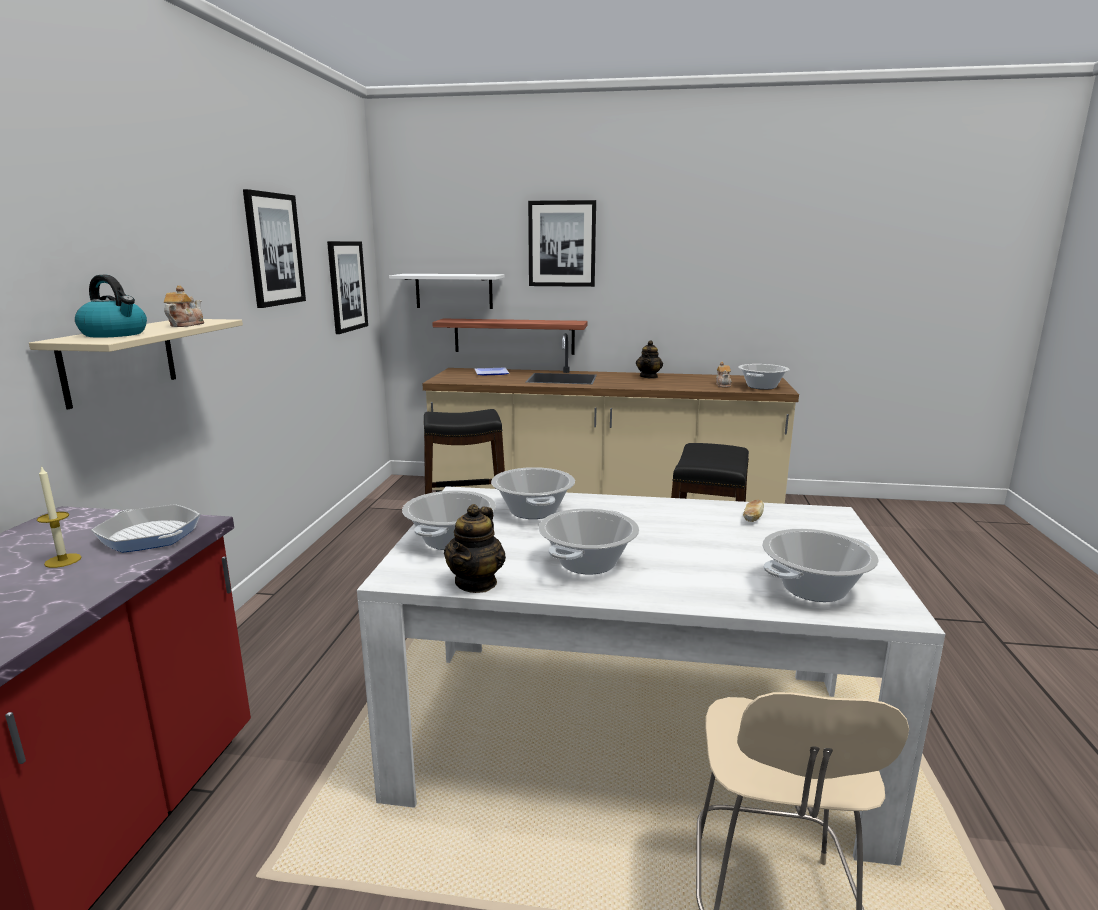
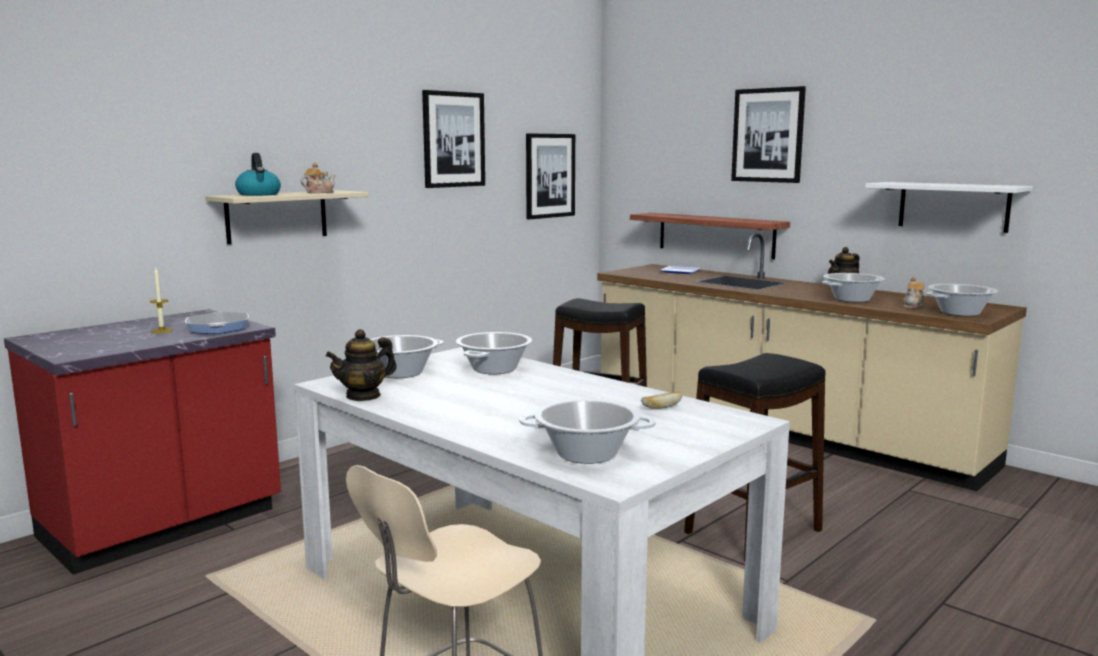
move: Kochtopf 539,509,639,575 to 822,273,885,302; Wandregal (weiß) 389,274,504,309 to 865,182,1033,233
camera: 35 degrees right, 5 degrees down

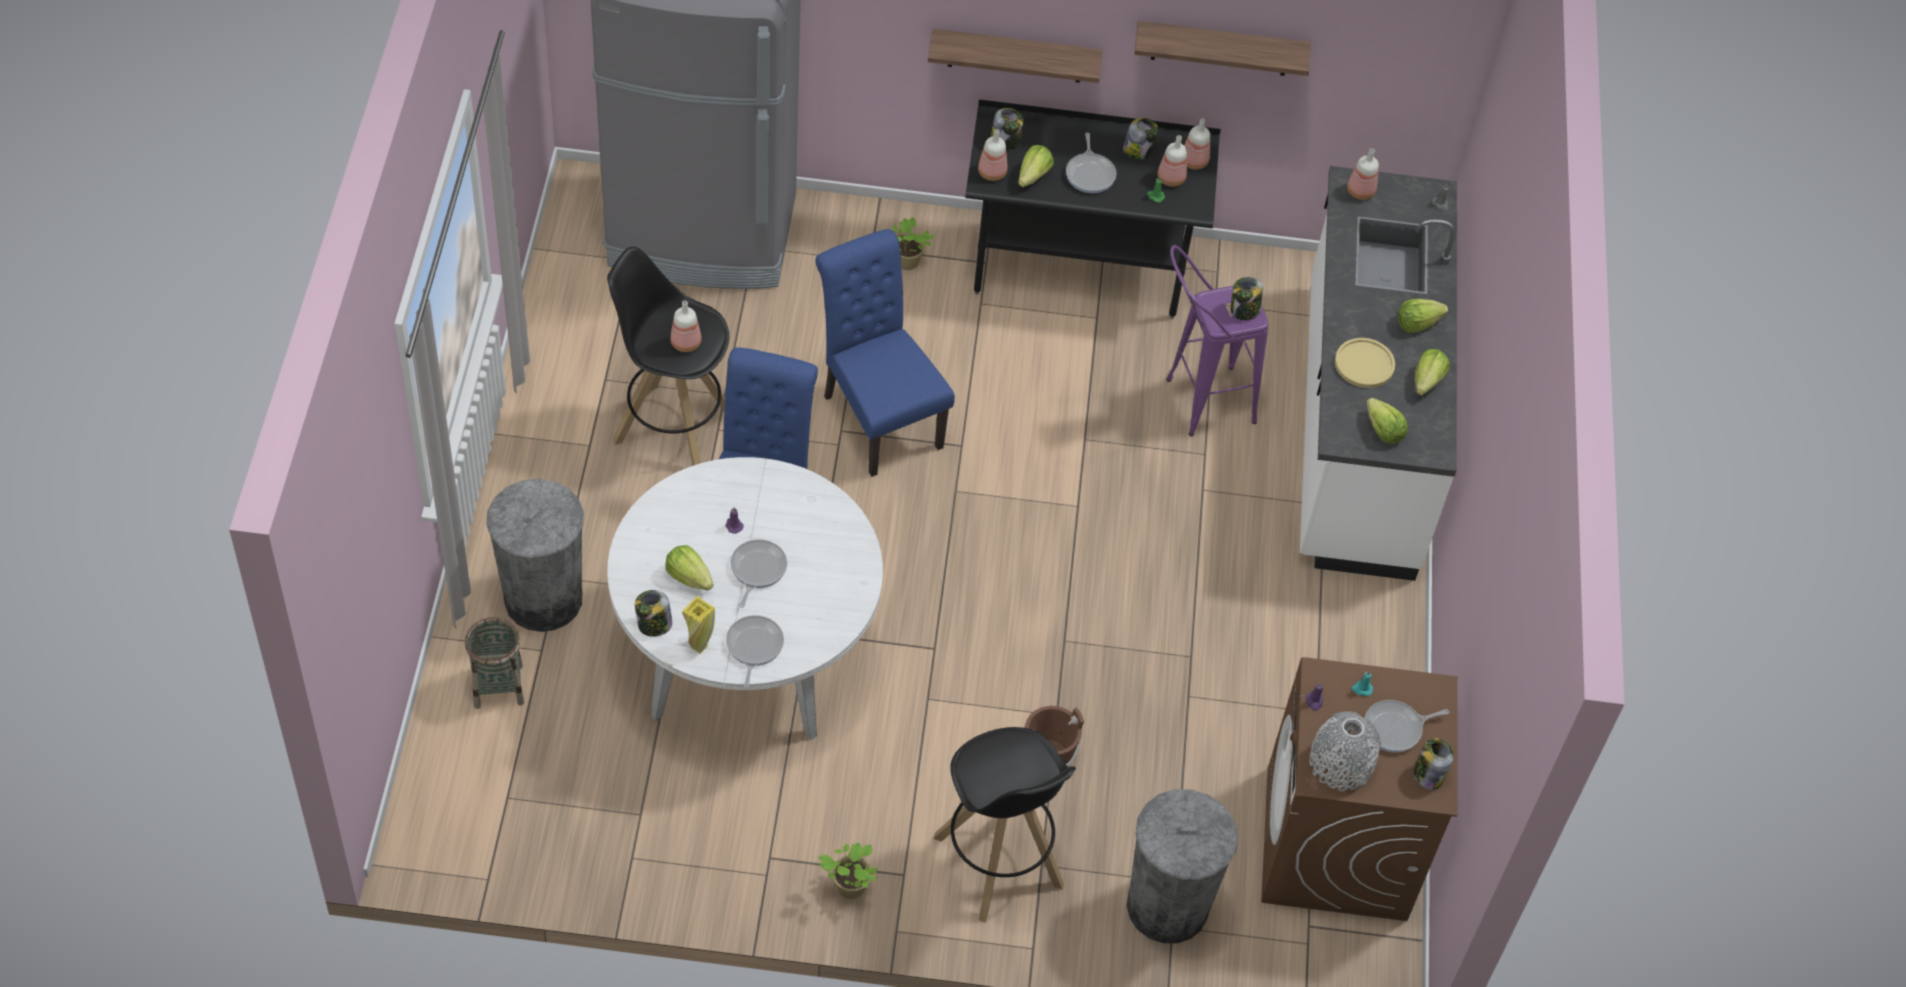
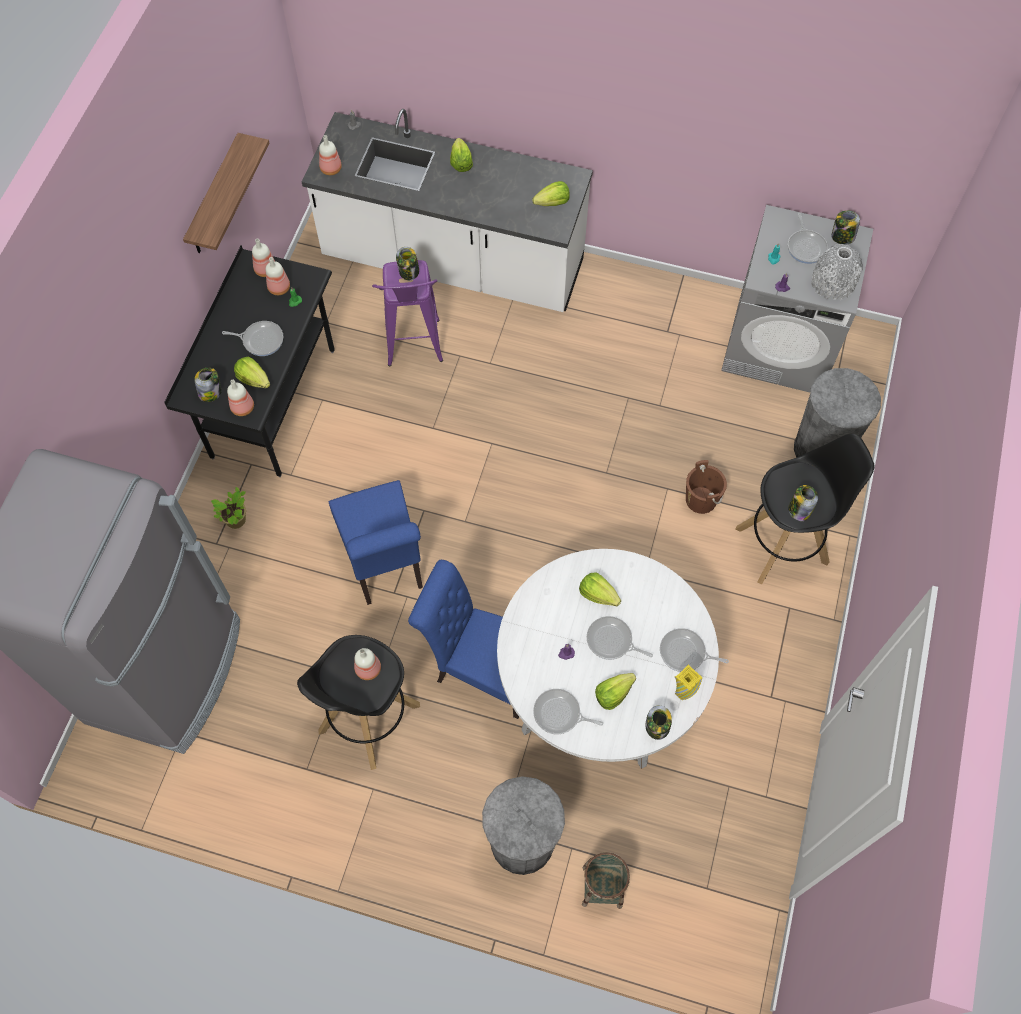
delete: Topfpflanze 818,842,877,899; Wandregal 928,29,1103,83; Teller (gelb) 1335,338,1395,388
insert: Pfanne 533,689,603,734
move: Salatkopf 1415,349,1450,395 to 579,572,621,606; Vorratsglas 1123,118,1158,160 to 788,485,818,521
recolor: Waschmaschine (braun) 1261,657,1458,921 to Waschmaschine (grau) 721,205,873,392
rotate: Stuhl (blau) 816,229,955,477 = 328,480,423,605 90 degrees counterclockwise
camera: 75 degrees left, 10 degrees up

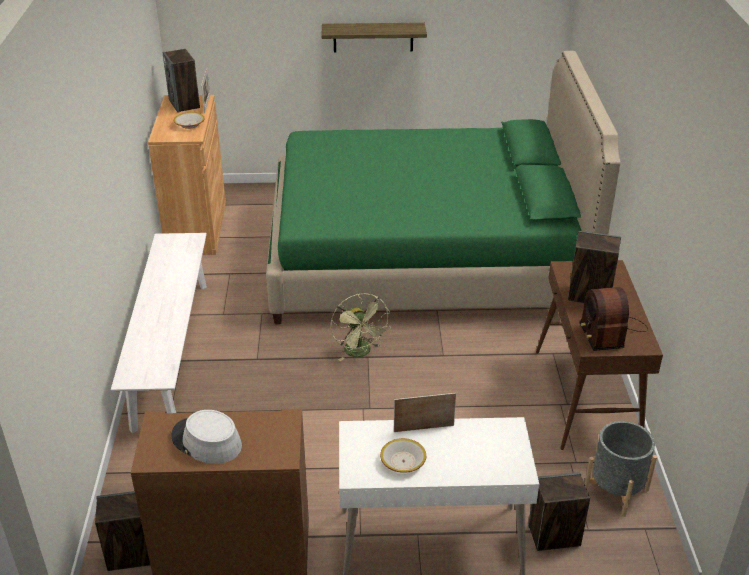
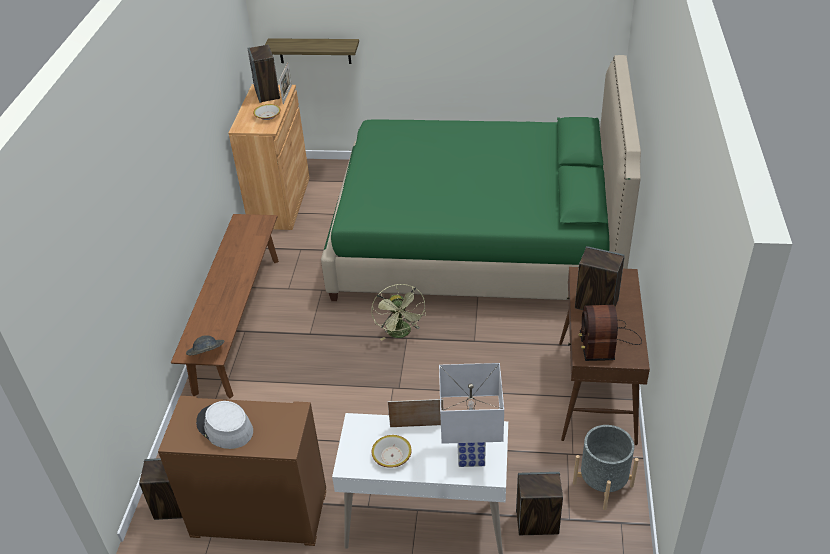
insert: Hut (grau) 186,335,224,355; Tischlampe (weiß) 439,363,504,467
move: Wandregal 321,23,427,52 to 265,38,359,64
recolor: Bank (weiß) 111,233,207,433 to Bank (braun) 171,214,279,398
camera: 10 degrees right, 5 degrees up

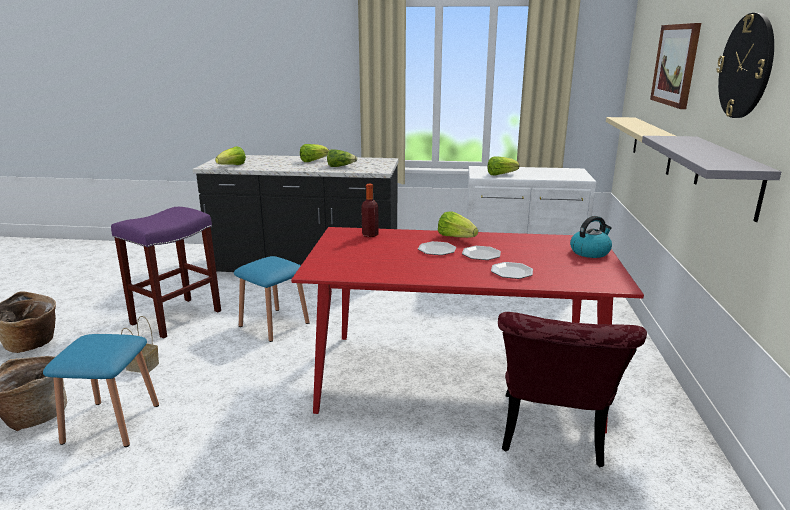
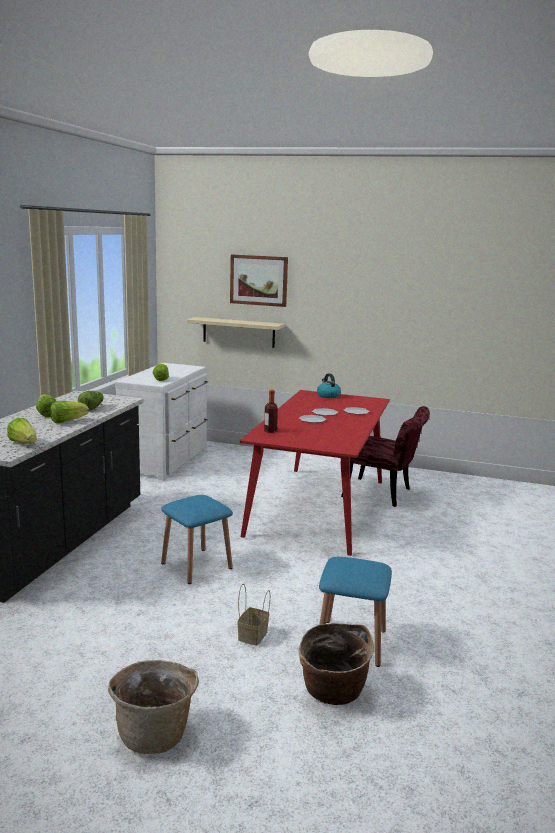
delete: Hocker (lila) 111,207,221,339; Wandregal (grau) 642,136,781,222; Wanduhr 717,13,774,118
move: Salatkopf 438,211,478,238 to 50,401,89,423
camera: 80 degrees left, 5 degrees down

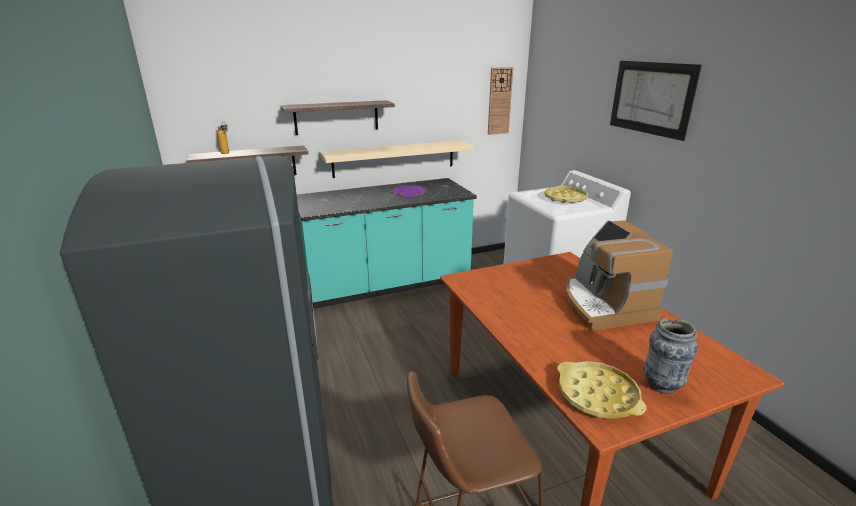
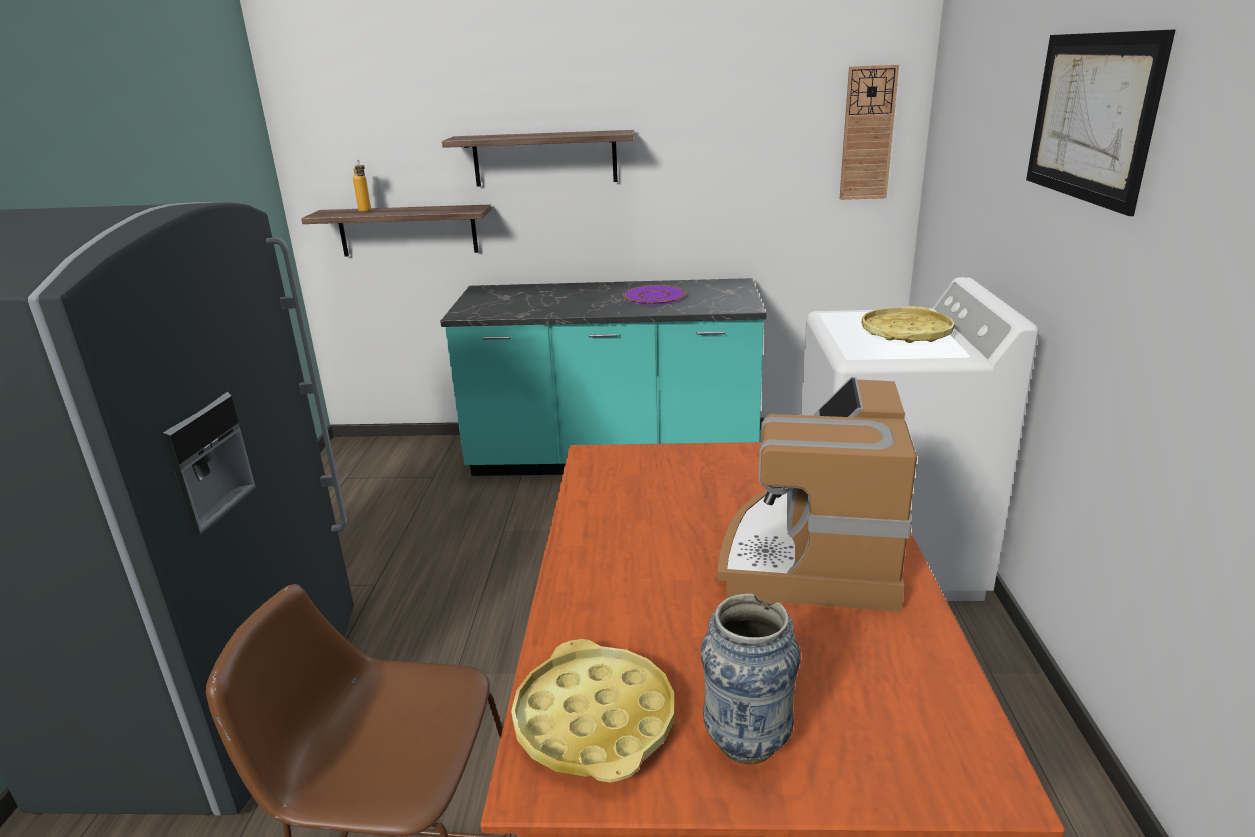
delete: Wandregal (beige) 320,140,473,178
camera: 25 degrees right, 0 degrees up

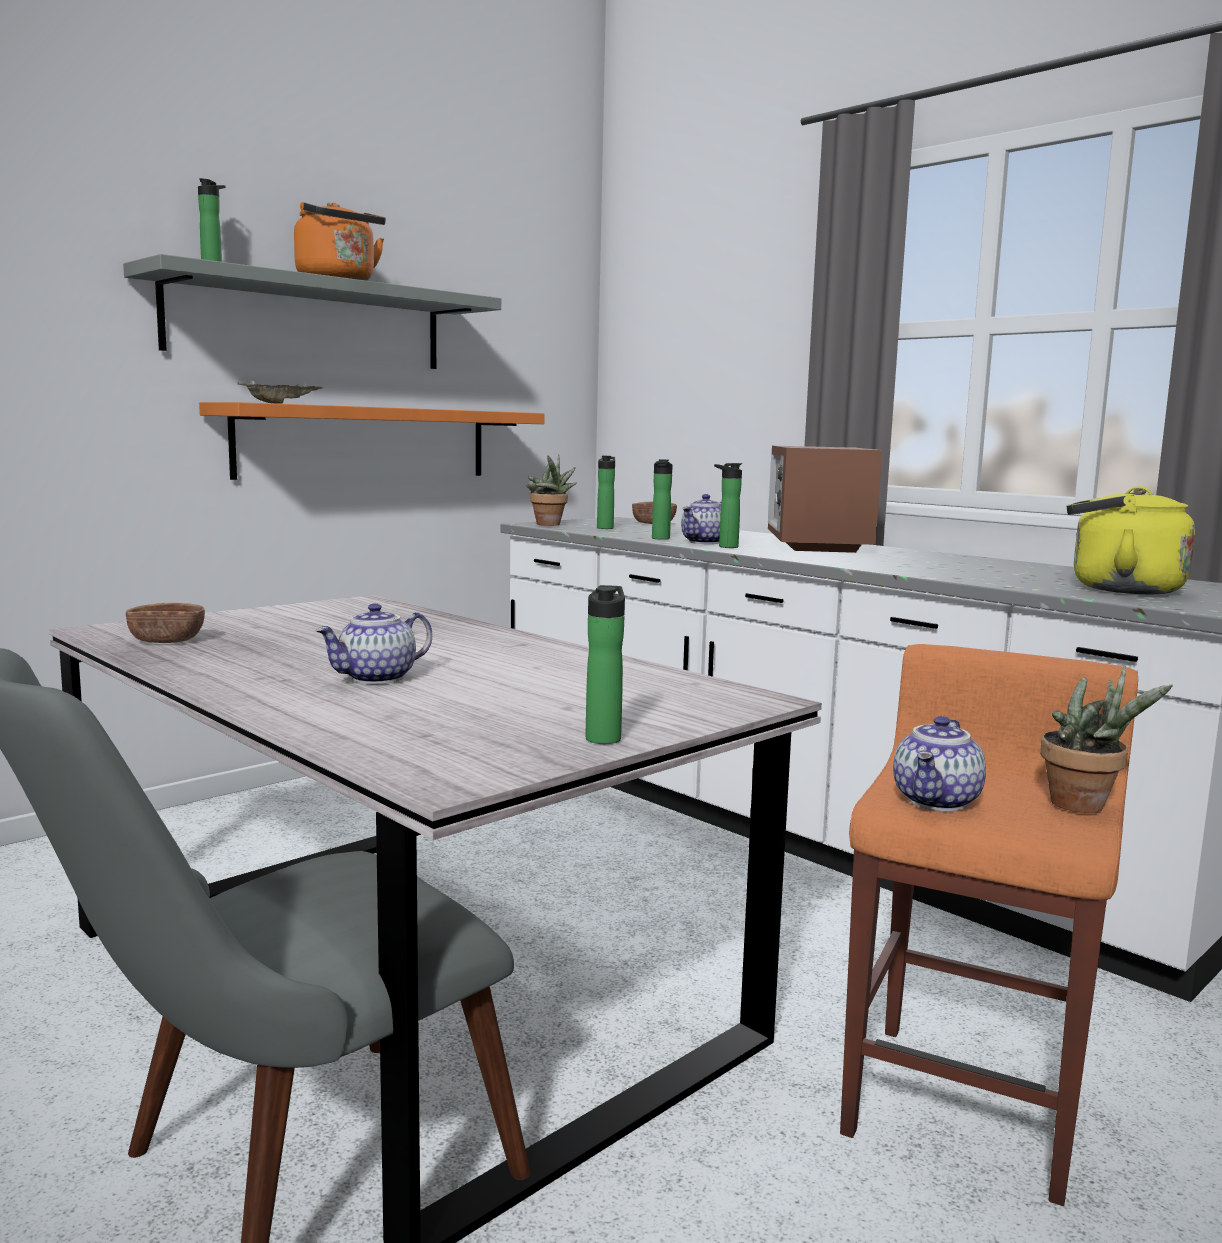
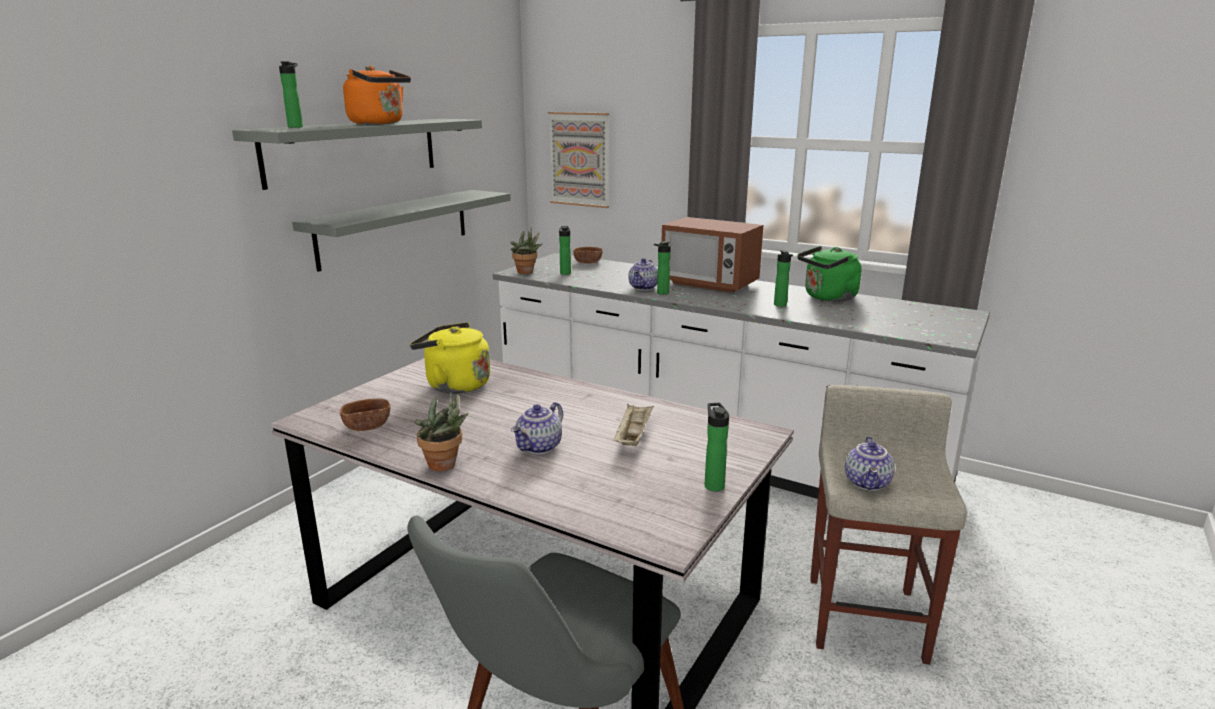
insert: Bild 548,112,609,208; Wasserkessel (grün) 797,246,862,302
move: Wasserkessel (gelb) 1067,486,1195,594 to 410,322,490,394; Topfpflanze 1040,665,1173,813 to 414,392,469,471; Tablett (beige) 237,380,323,404 to 614,404,654,446; Flasche 652,459,673,540 to 774,250,793,307
recolor: Wandregal (orange) 199,402,545,480 to Wandregal (grau) 292,190,511,272; Hocker (orange) 840,644,1138,1206 to Hocker (beige) 810,385,967,665
rotate: Mikrowelle 768,446,882,553 = 662,217,763,293 45 degrees counterclockwise
camera: 15 degrees left, 10 degrees up

